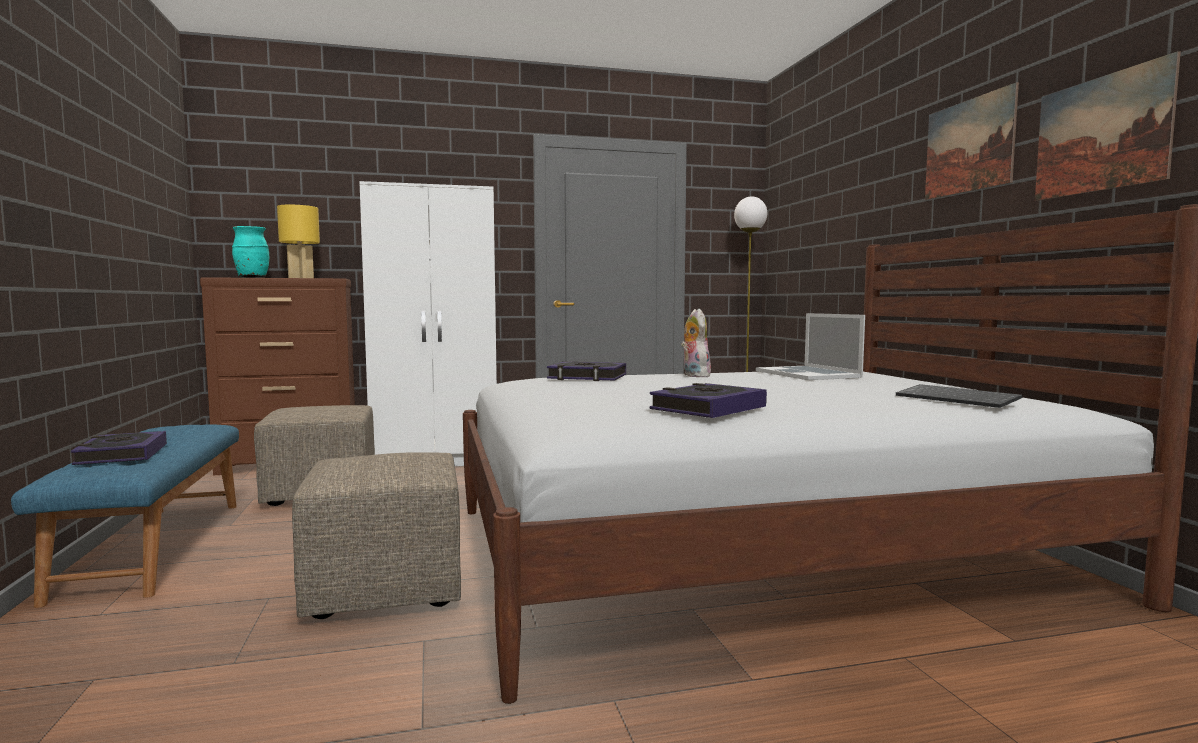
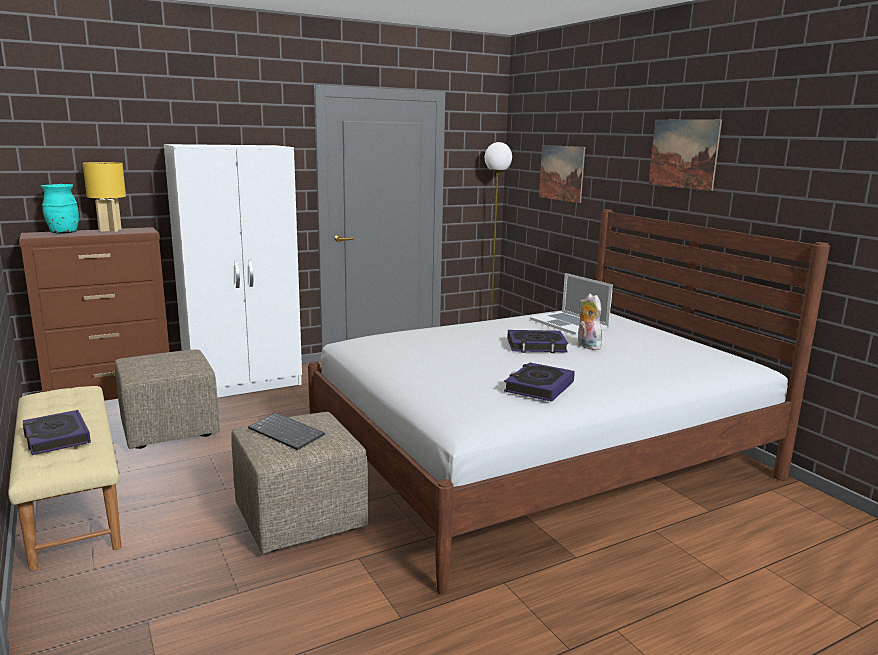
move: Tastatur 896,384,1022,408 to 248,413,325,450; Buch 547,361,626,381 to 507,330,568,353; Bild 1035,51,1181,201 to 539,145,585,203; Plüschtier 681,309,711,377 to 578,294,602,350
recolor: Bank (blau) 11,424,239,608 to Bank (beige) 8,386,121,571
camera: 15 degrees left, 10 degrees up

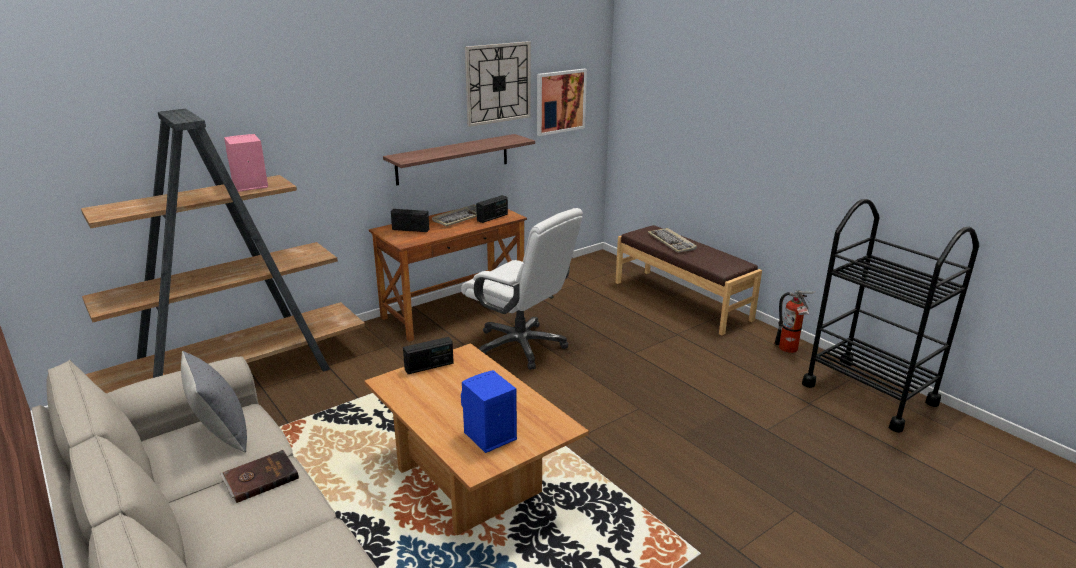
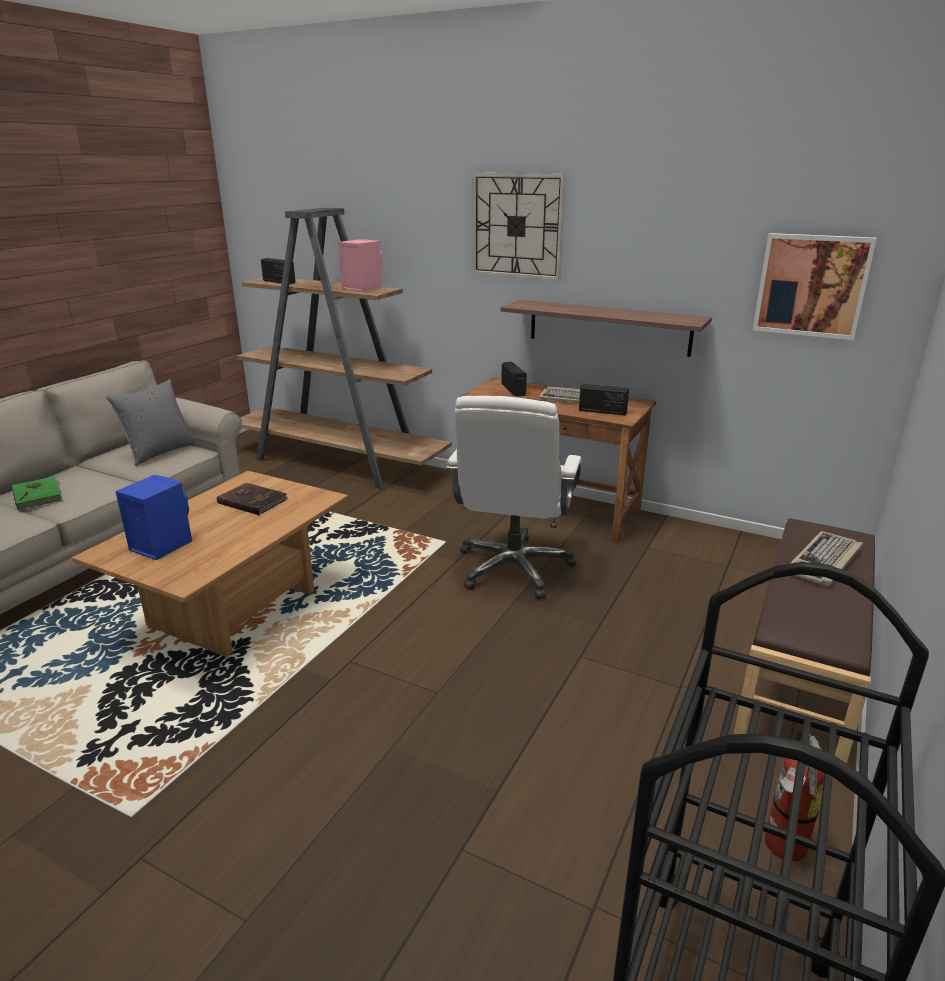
insert: Buch (grün) 12,477,62,510
move: Buch (braun) 220,450,299,503 to 217,483,287,515; Radio 403,337,454,374 to 261,258,295,284; Wanduhr 465,41,531,127 to 472,173,566,281
camera: 65 degrees right, 0 degrees up

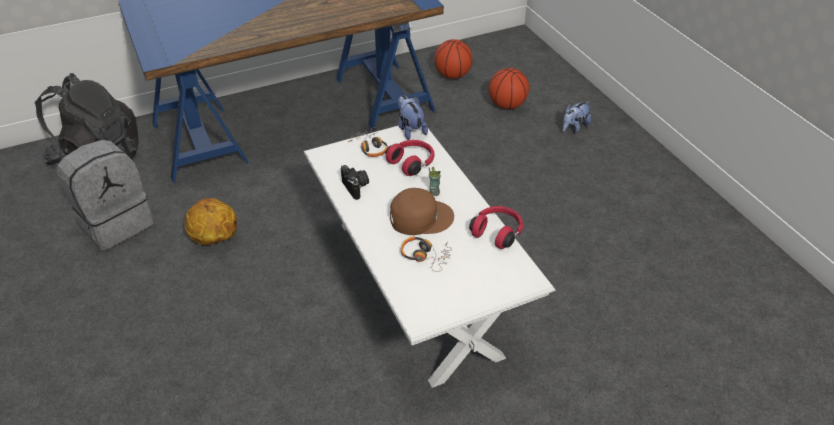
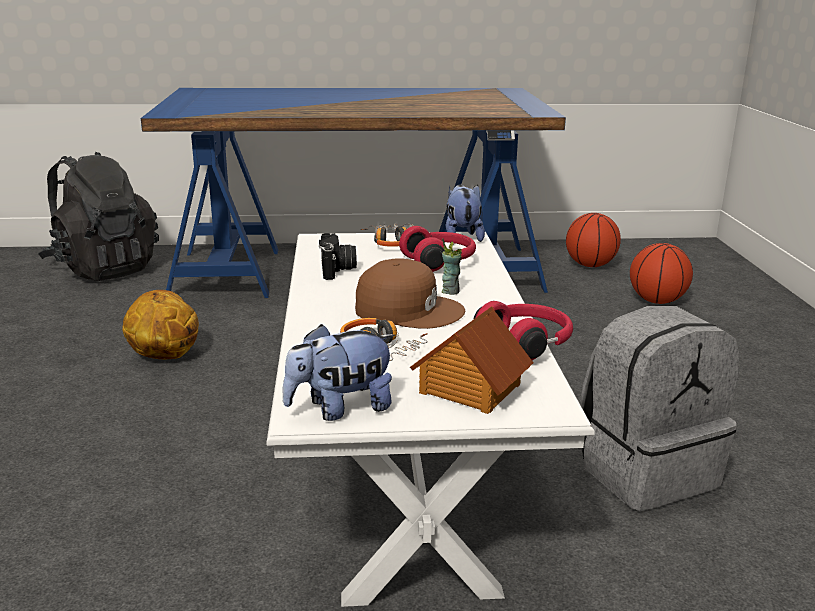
insert: Spielzeughaus 410,306,533,414
move: Plüschtier 562,101,591,133 to 283,324,395,421; Rucksack (grau) 57,140,154,250 to 580,306,739,511
camera: 20 degrees right, 20 degrees down

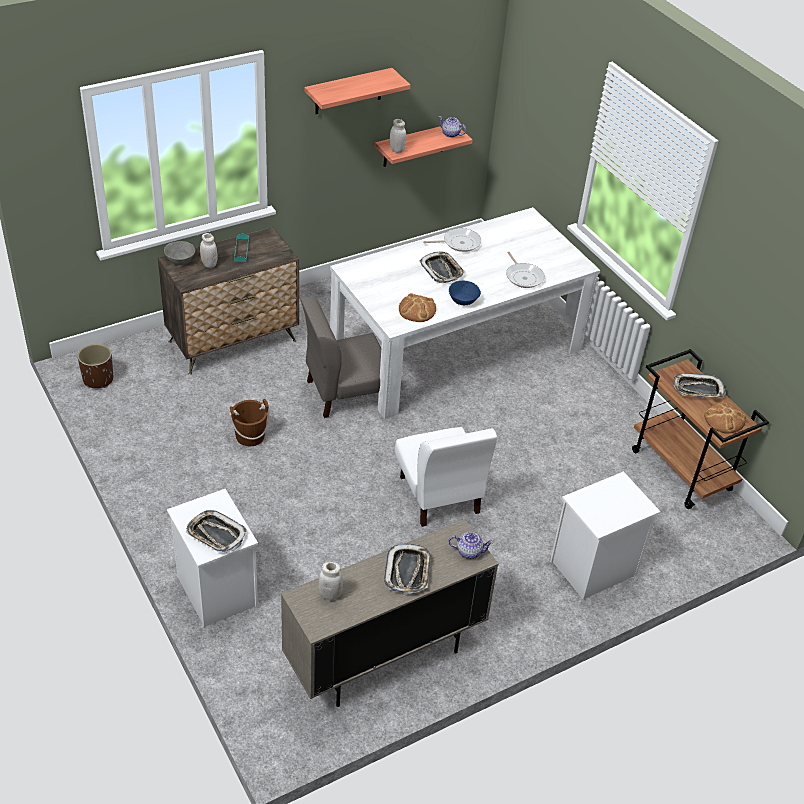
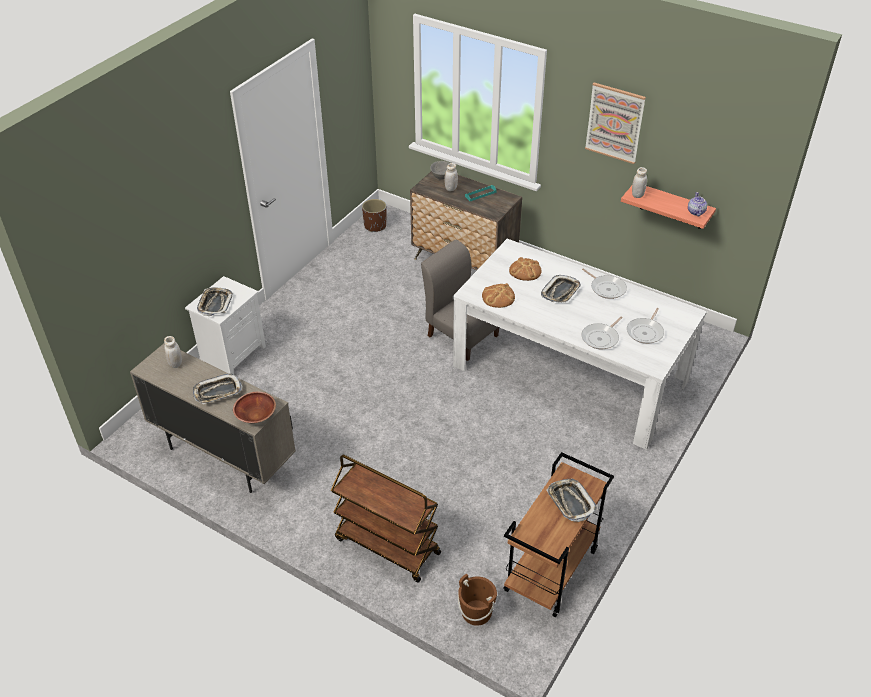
delete: Stuhl (weiß) 395,427,497,527; Schüssel (blau) 449,281,481,305
insert: Pfanne 627,308,664,344
move: Eimer (braun) 229,399,269,446 to 458,573,497,626; Brot 704,401,746,434 to 509,257,542,281
replace: Teekanne 448,532,493,559 to Schüssel (braun) 233,392,276,423; Nachttisch (weiß) 550,471,661,600 to Rollwagen (braun) 331,455,441,583; Wandregal 305,68,410,114 to Bild 585,82,646,164
camera: 65 degrees right, 0 degrees up

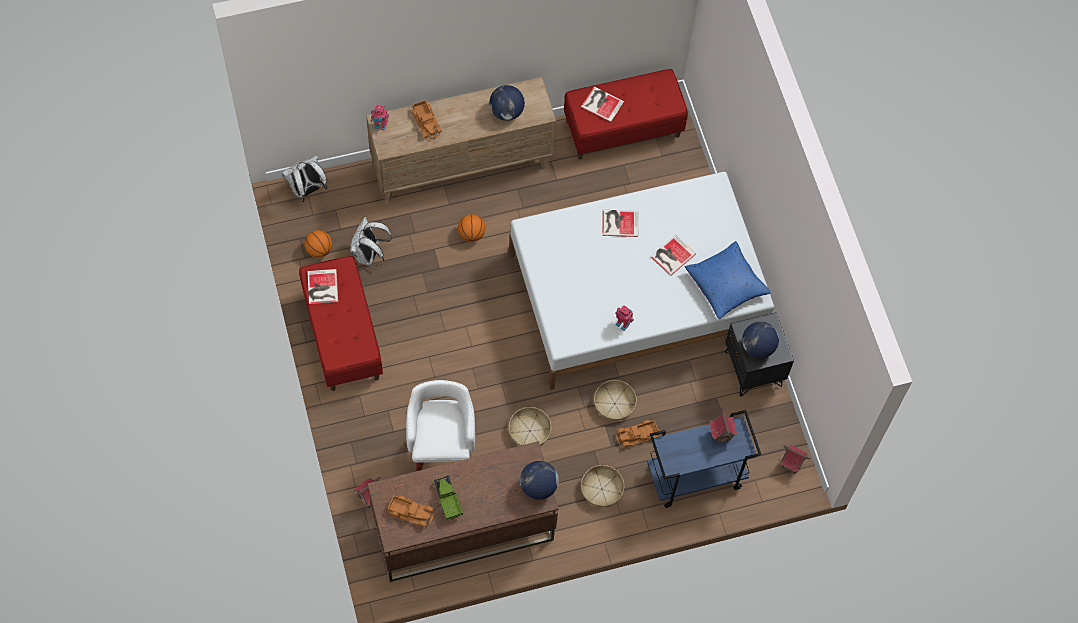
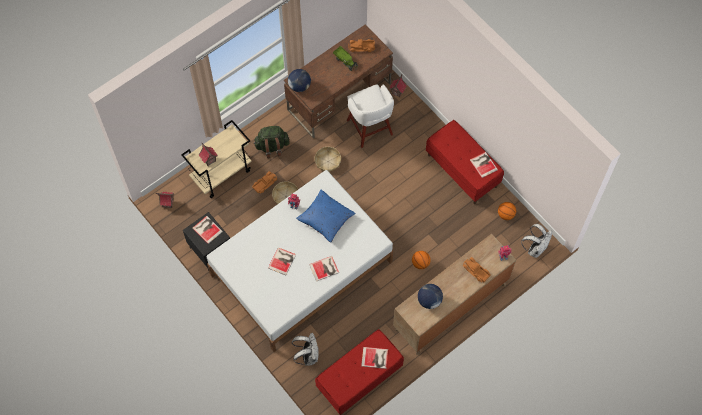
move: Rucksack (weiß) 350,217,392,266 to 292,333,319,366; Kissen (blau) 685,241,771,319 to 296,190,356,243
replace: Globus 742,322,779,358 to Buch 193,216,223,244; Korb 581,465,624,508 to Rucksack (grün) 253,126,290,158
recolor: Rollwagen (blau) 647,410,761,508 to Rollwagen (beige) 181,120,252,198
camera: 160 degrees right, 0 degrees up

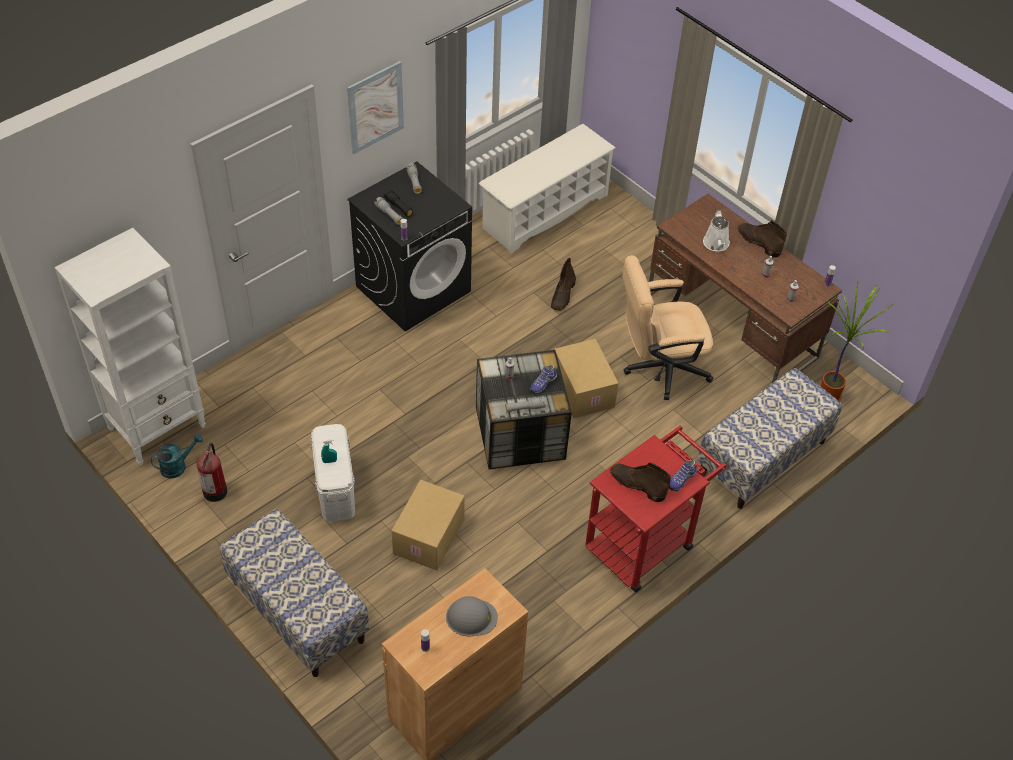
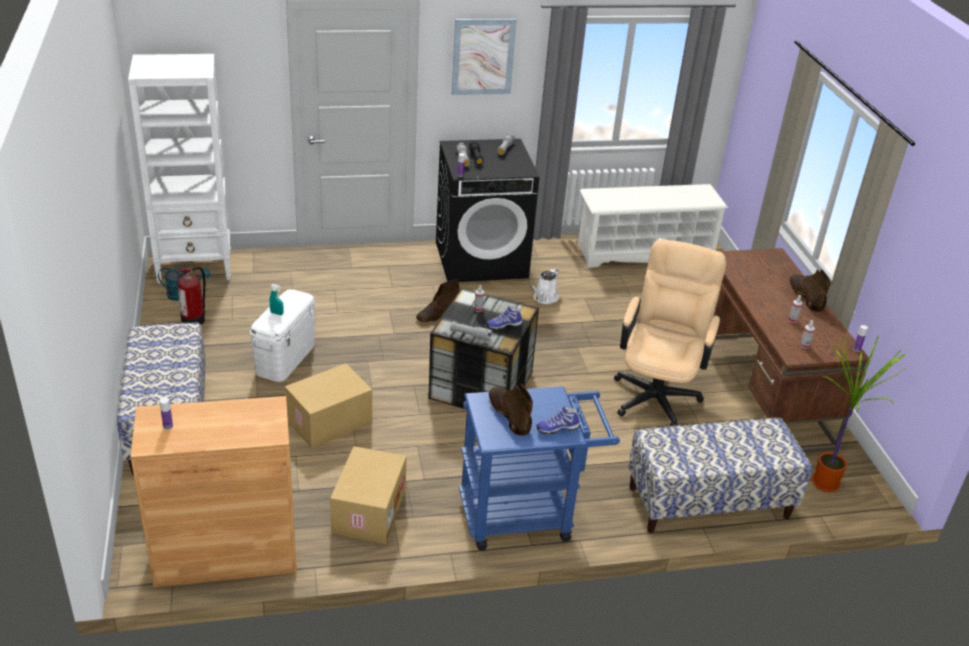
delete: Schutzhelm (grau) 446,596,498,636
move: Karton 554,339,619,418 to 330,446,407,544; Stiefel (braun) 551,258,576,311 to 416,279,460,322; Gießkanne (weiß) 703,211,730,251 to 530,268,559,304
recolor: Rollwagen (rot) 585,426,727,592 to Rollwagen (blau) 459,386,620,550
rotate: Bürostuhl (beige) 622,255,713,400 = 614,239,726,426 90 degrees clockwise
camera: 30 degrees right, 15 degrees down

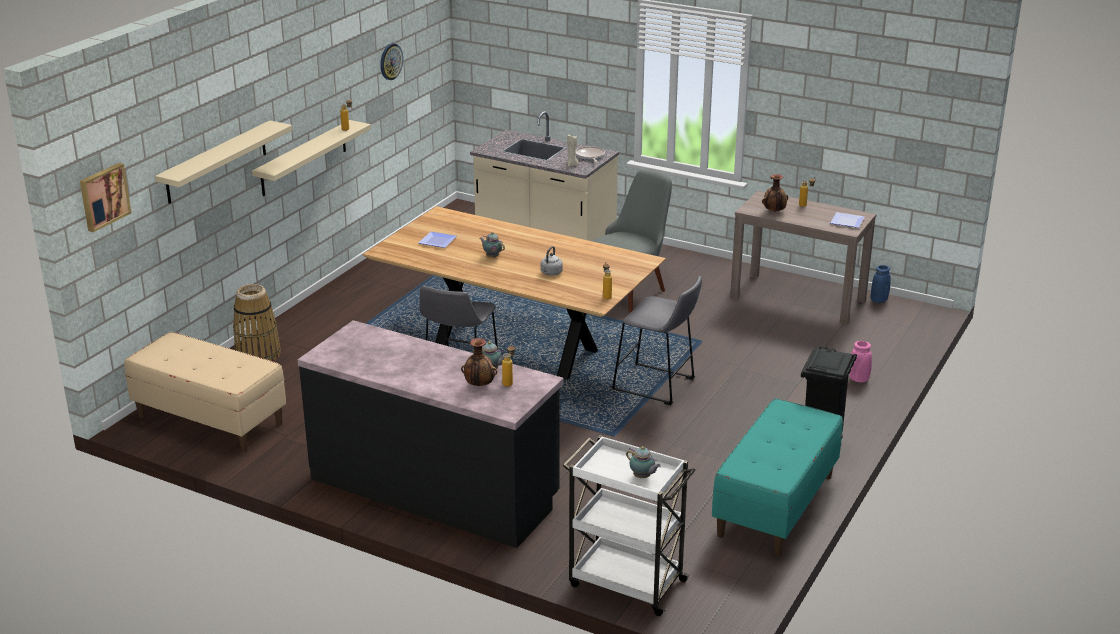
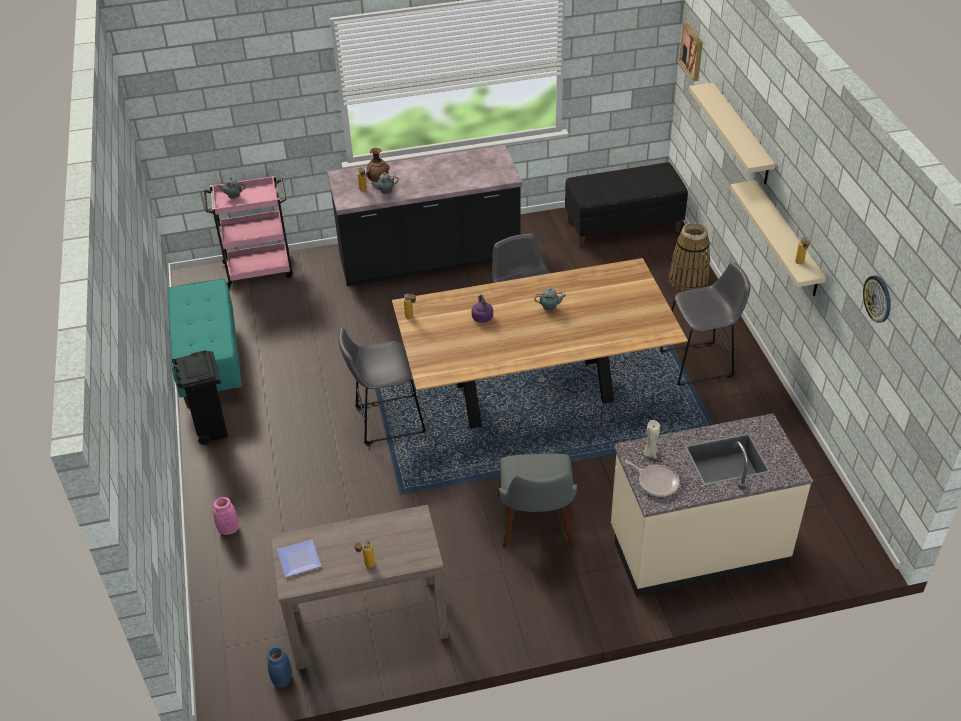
delete: Teller 418,232,457,248; Vase 762,174,788,212
insert: Hocker (grau) 659,261,750,386
recolor: Rollwagen (weiß) 563,435,695,616 to Rollwagen (rosa) 204,176,293,288; Wasserkessel (grau) 541,246,563,276 to Wasserkessel (lila) 471,295,493,323; Bank (beige) 124,332,286,452 to Bank (schwarz) 565,163,688,248
camera: 140 degrees right, 15 degrees up

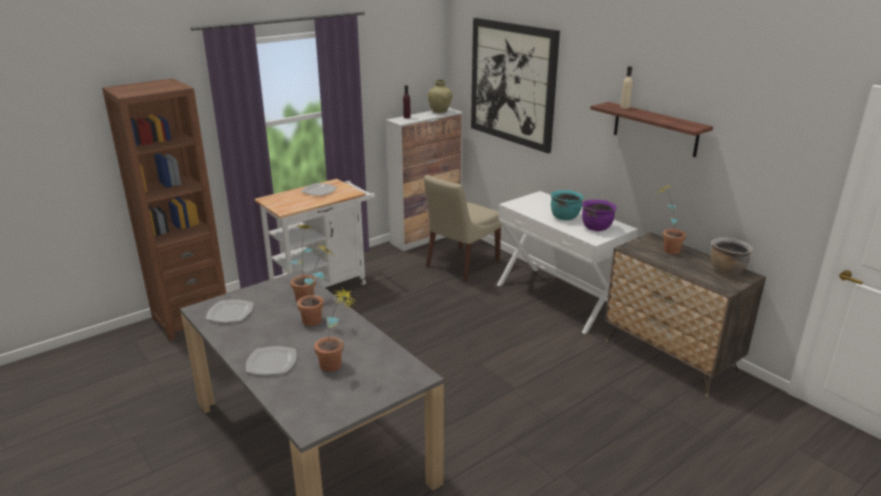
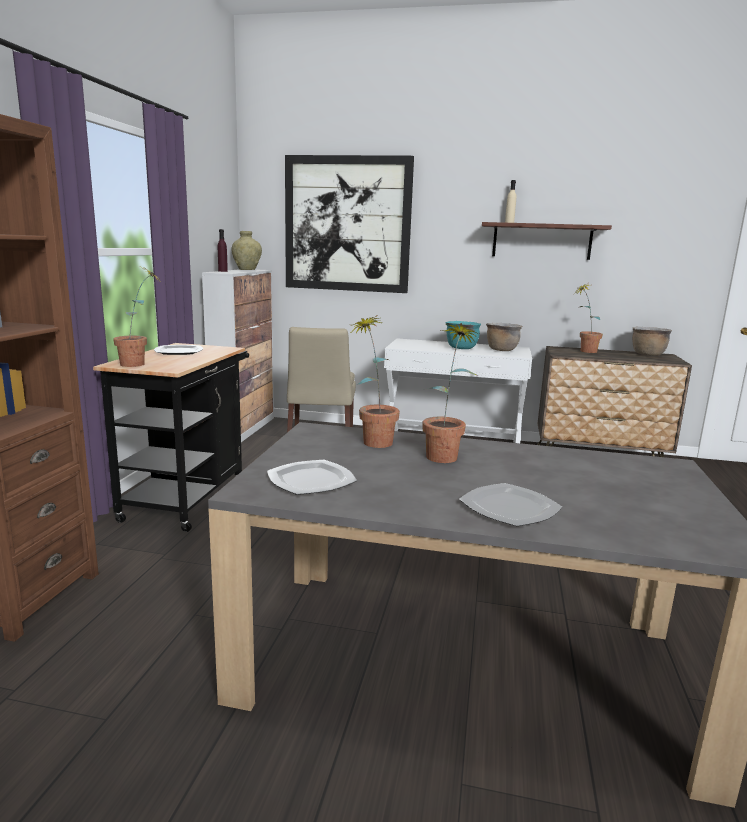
move: Topfpflanze 314,288,357,372 to 113,265,160,367
recolor: Rollwagen (weiß) 254,179,375,288 to Rollwagen (schwarz) 93,343,249,532; Kochtopf (lila) 582,200,617,231 to Kochtopf (braun) 486,323,522,351
camera: 40 degrees left, 10 degrees down

